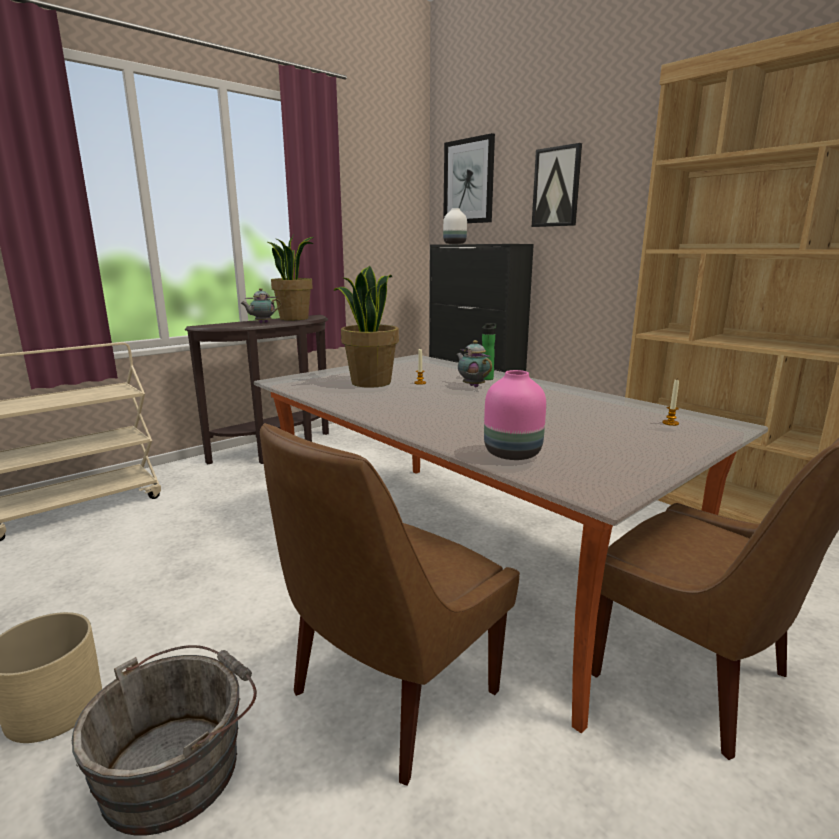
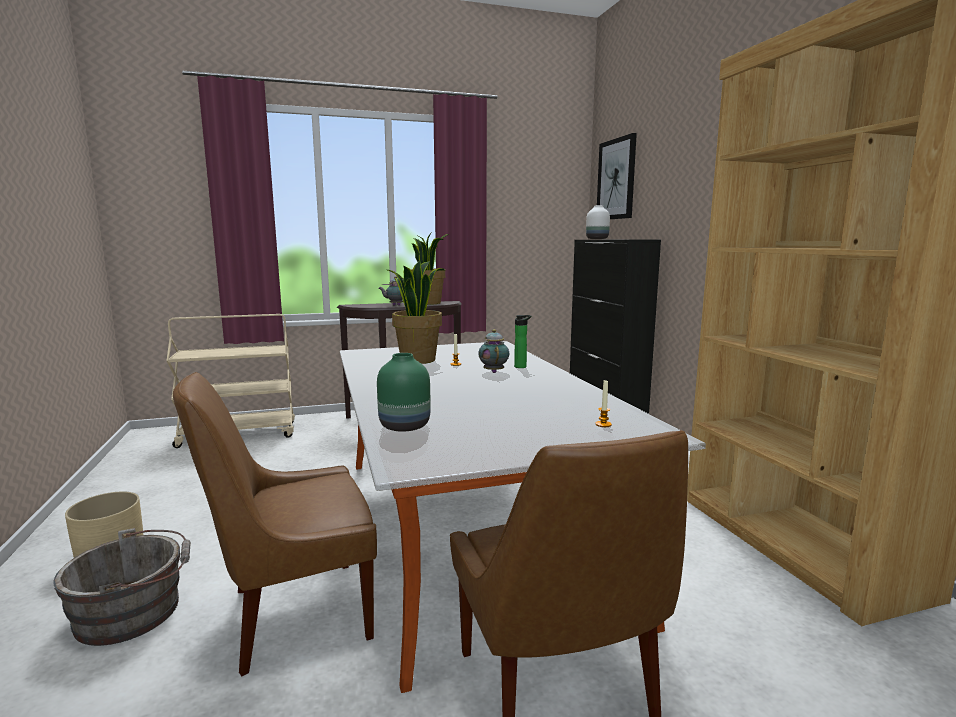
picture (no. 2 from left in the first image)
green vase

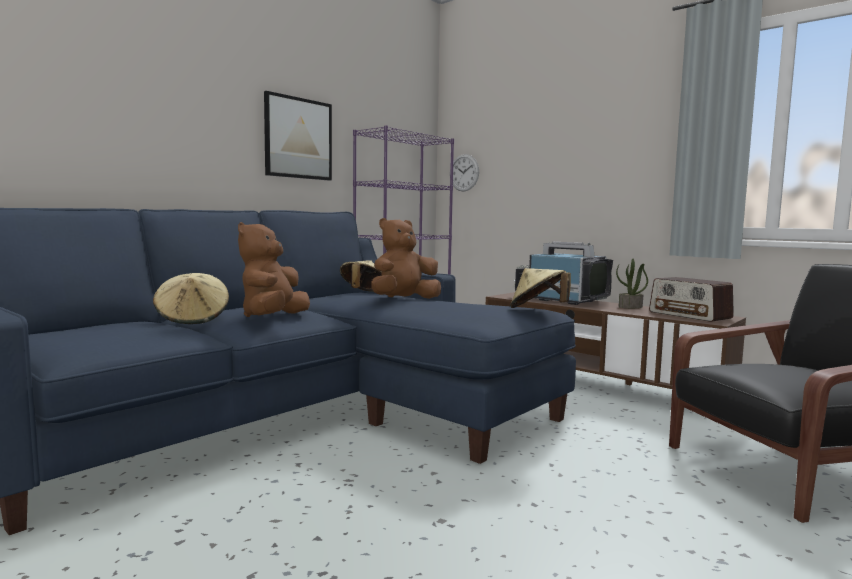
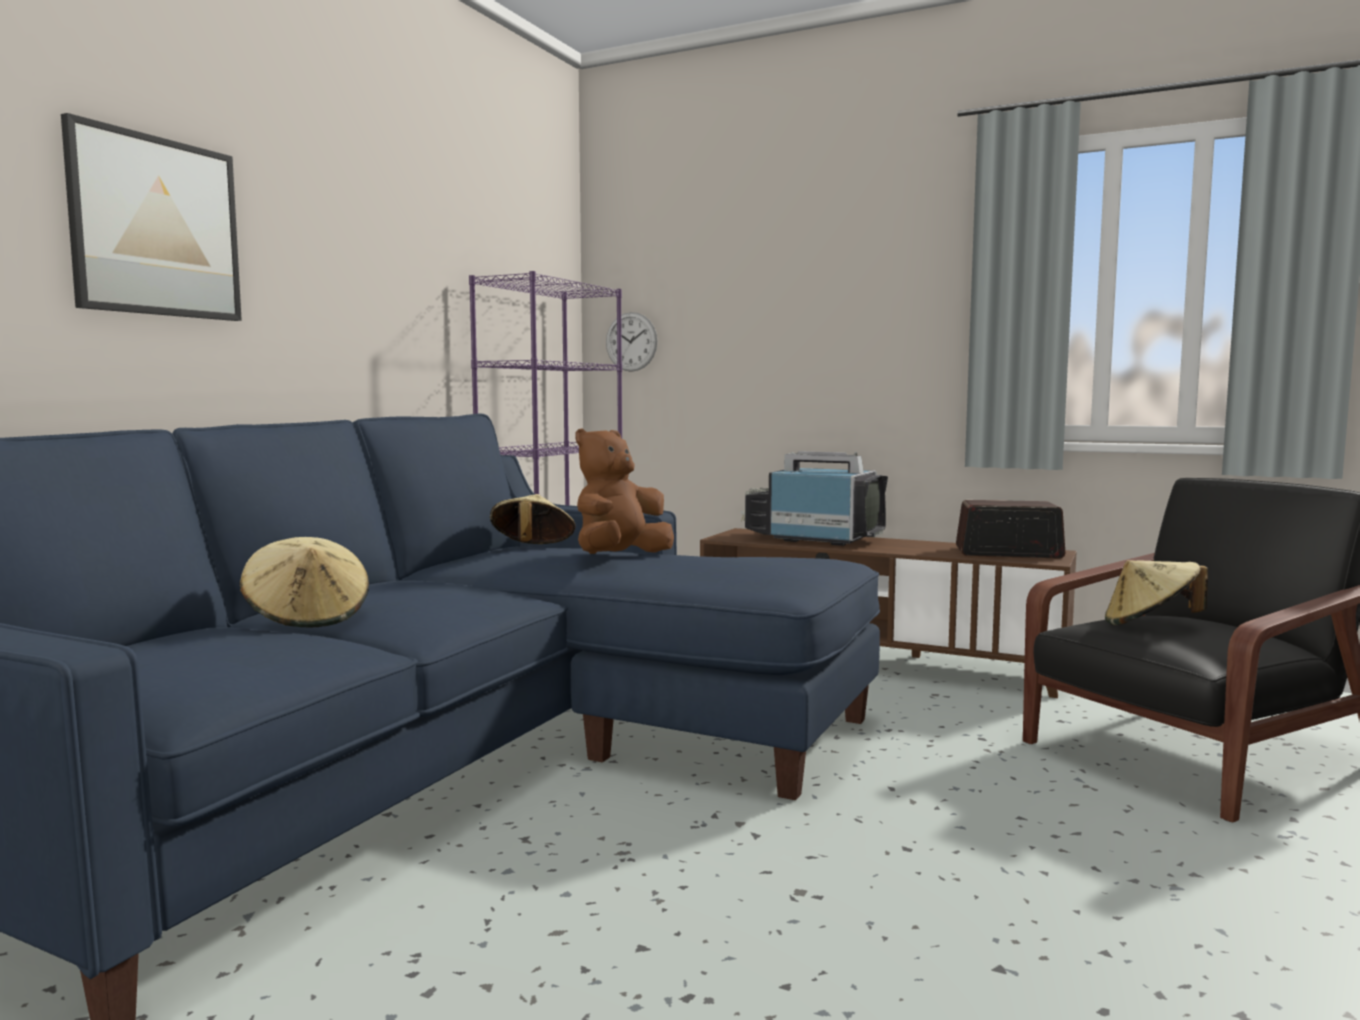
picture
brownish plush toy (no. 1 from left in the first image)
potted plant
beige-coloured wearable hat (no. 3 from left)
radio

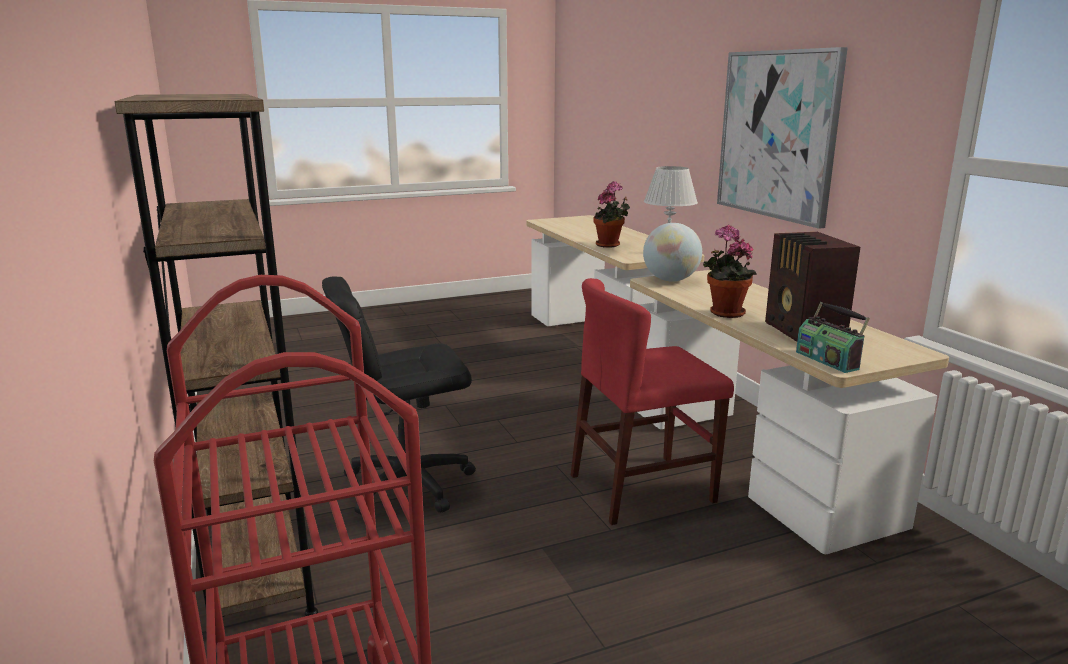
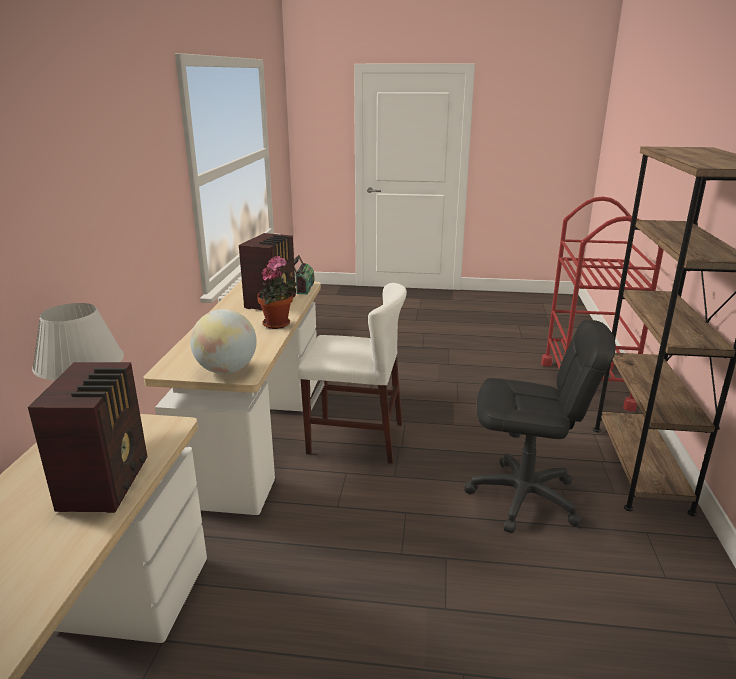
picture
radio (no. 1 from left)
whitish upright chair

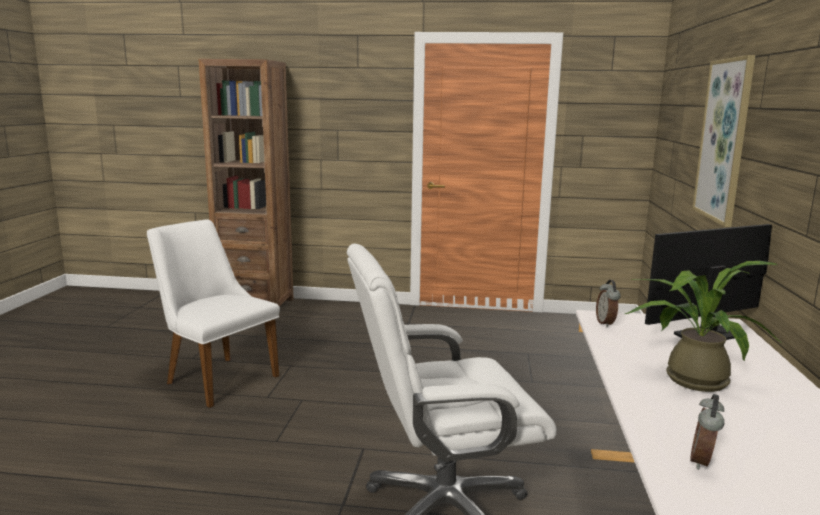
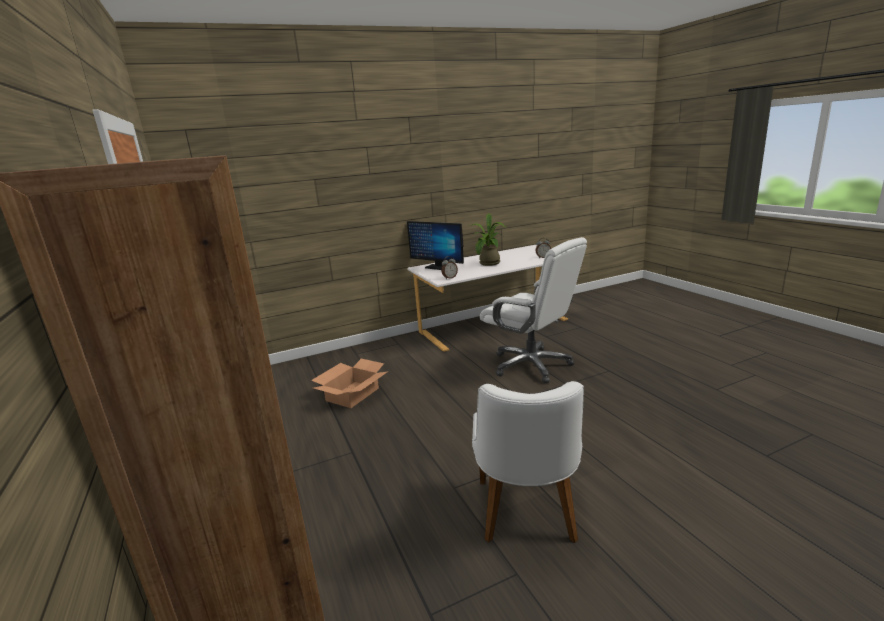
picture
cardboard box

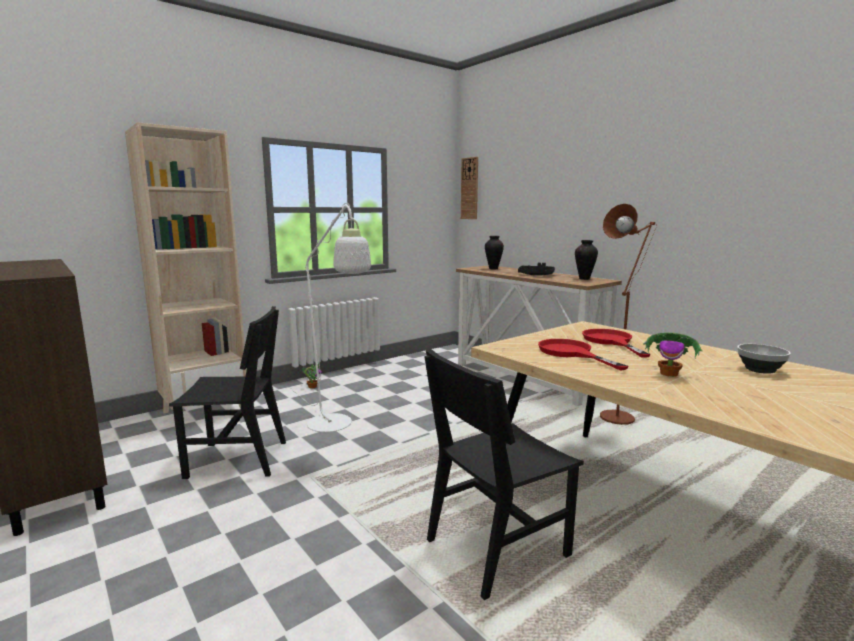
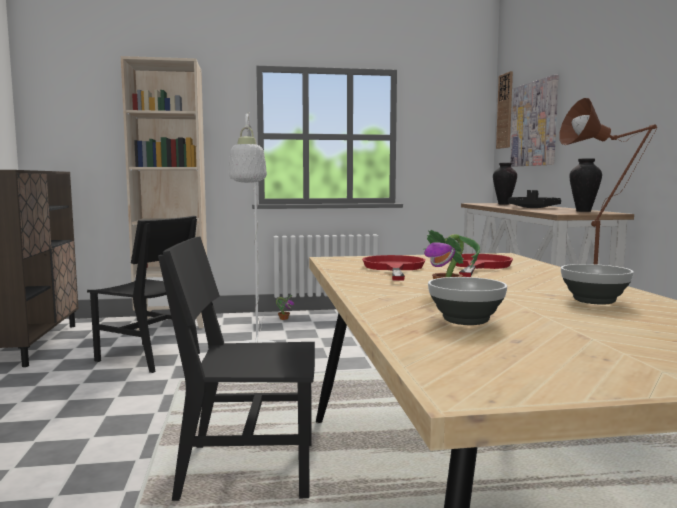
picture
bowl (no. 1 from left)

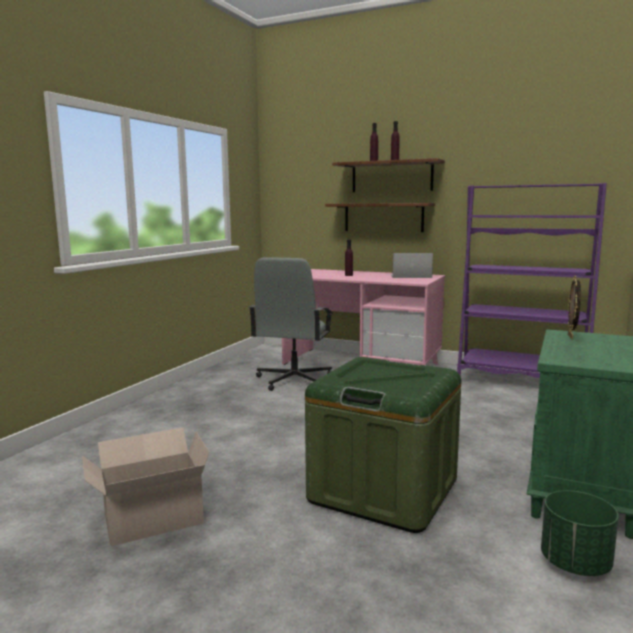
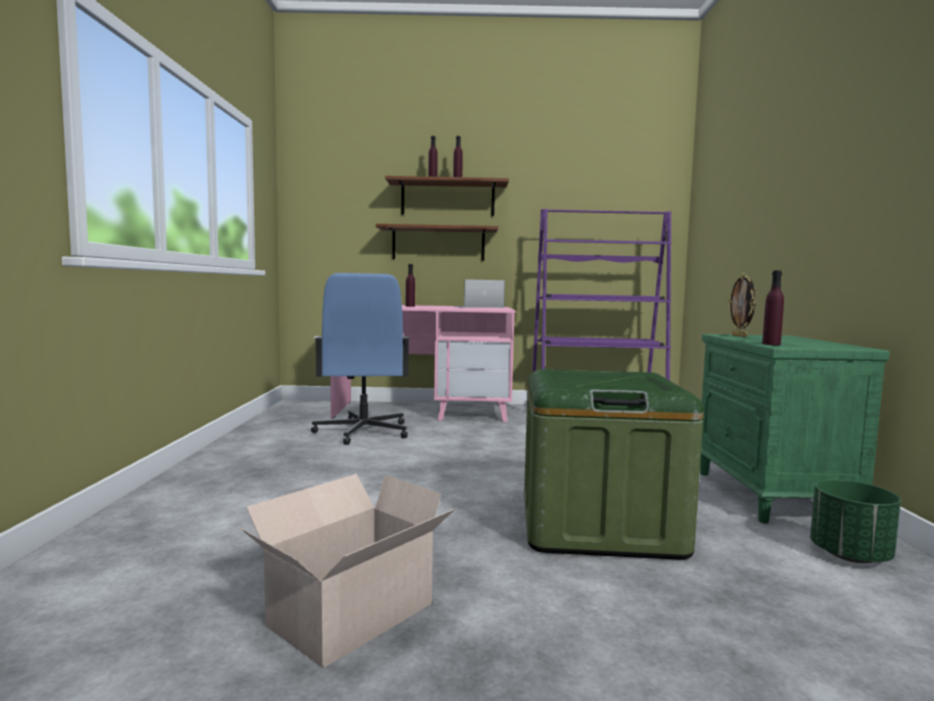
blue-coloured computer chair
purplish beverage bottle (no. 4 from left)

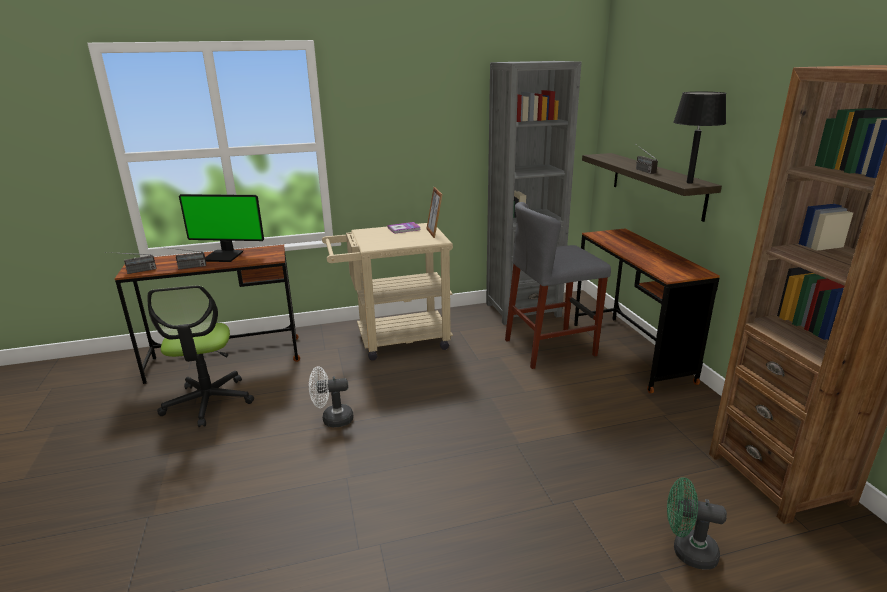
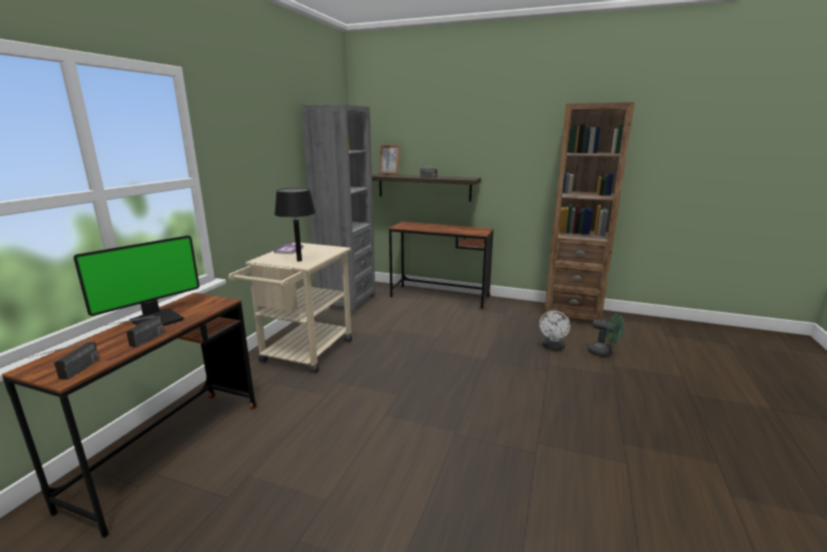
black-coloured lamp for a table
standing frame
grey stool
computer chair
whitish electric fan
green electric fan

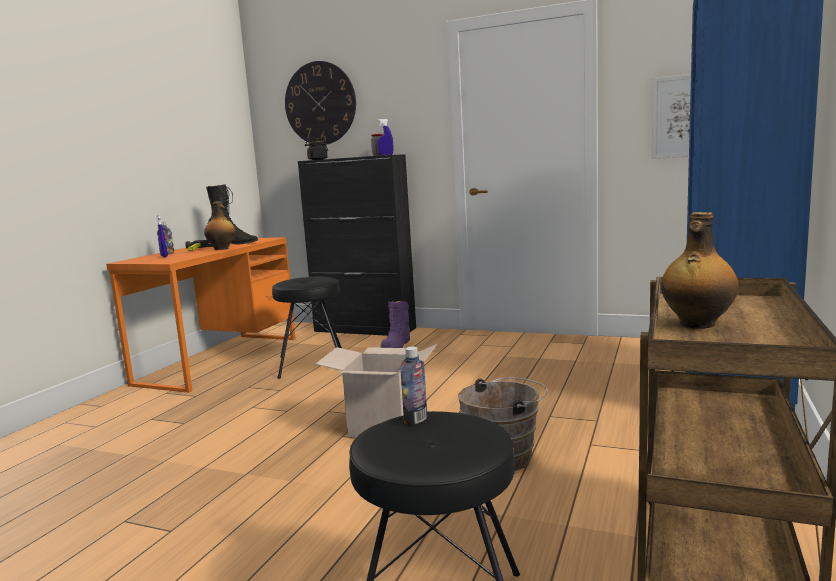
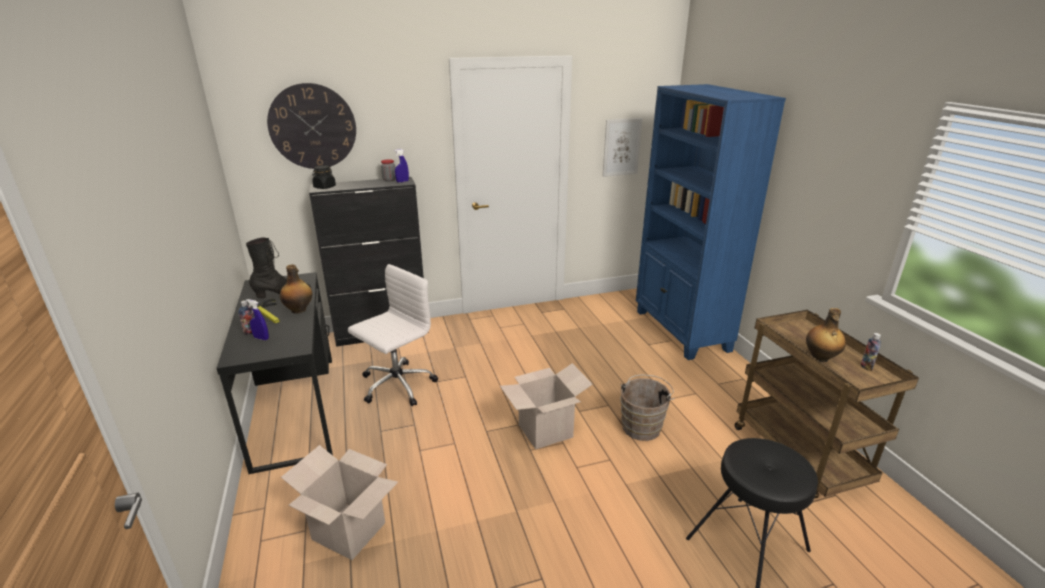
black-coloured desk unit
whitish computer chair
purplish boot
beverage bottle (no. 4 from left)
cardboard box (no. 1 from left)

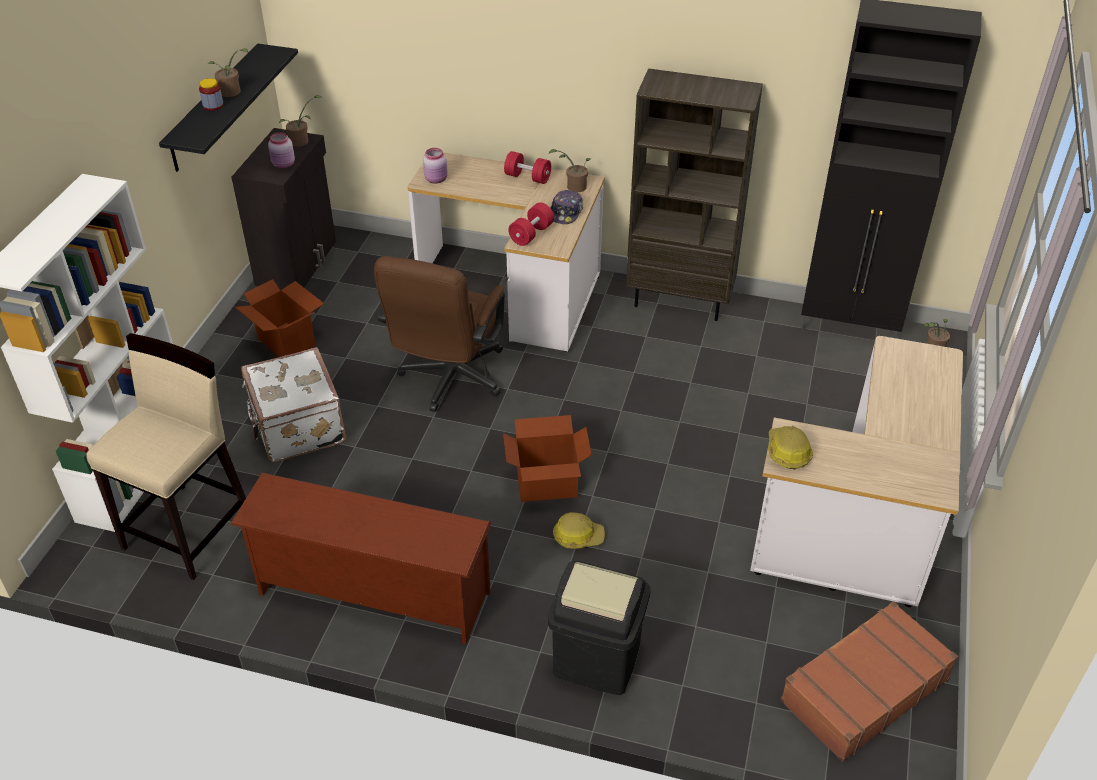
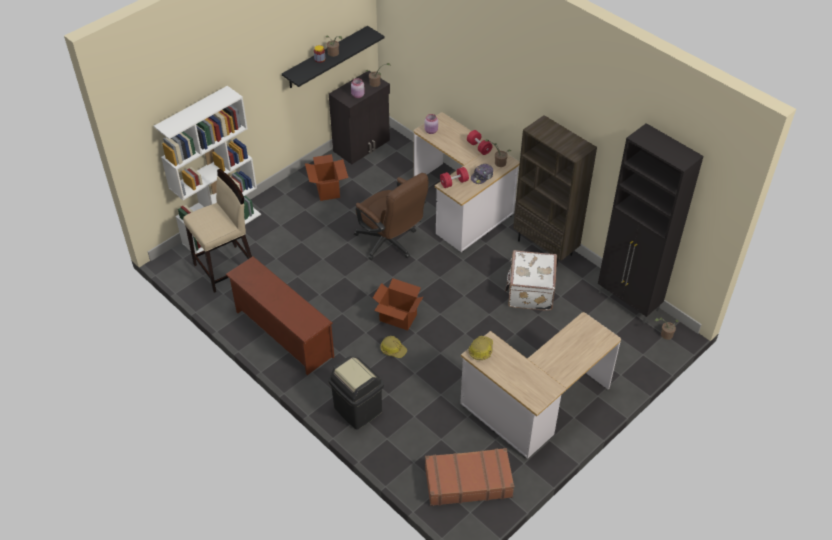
brownish computer chair
whitish suitcase

